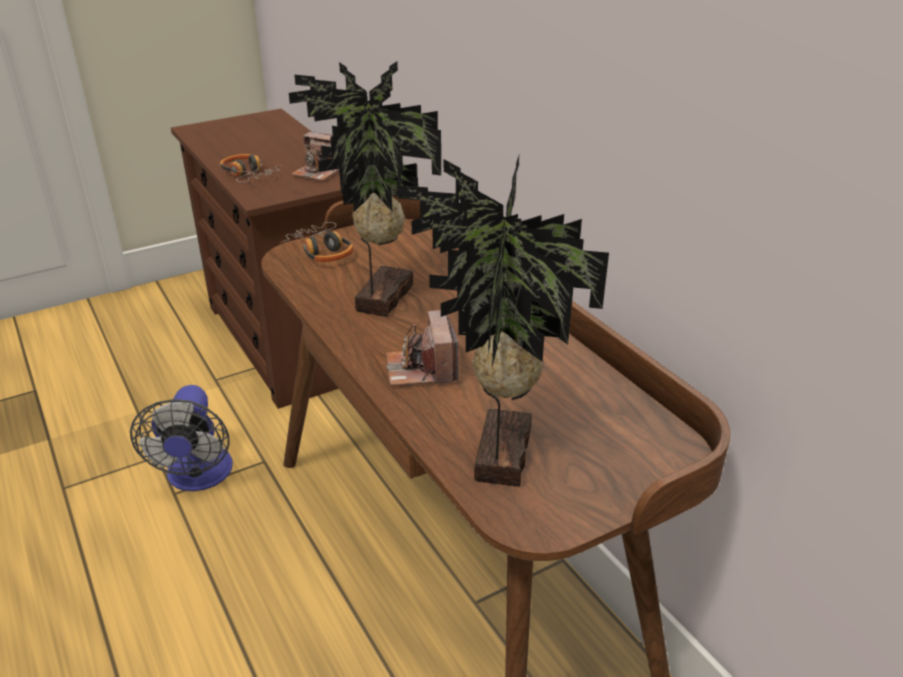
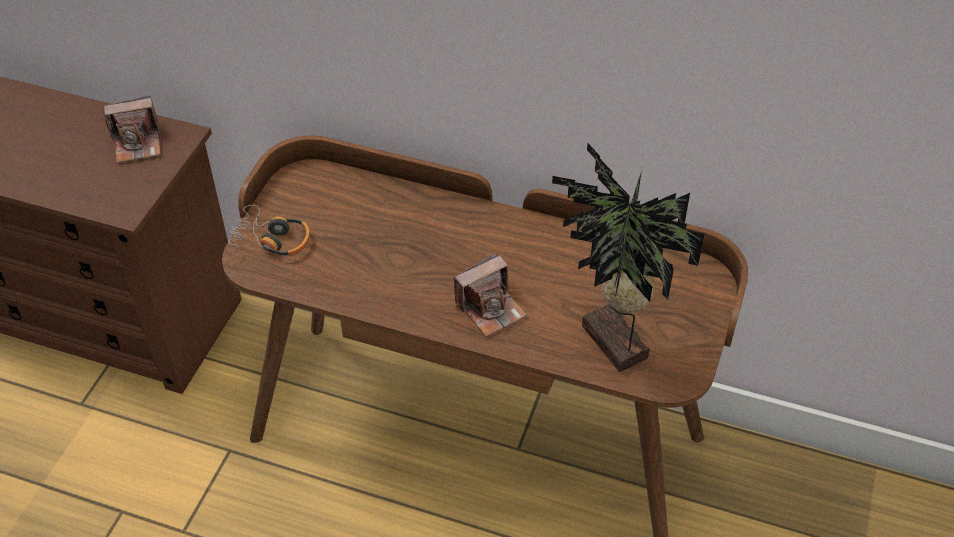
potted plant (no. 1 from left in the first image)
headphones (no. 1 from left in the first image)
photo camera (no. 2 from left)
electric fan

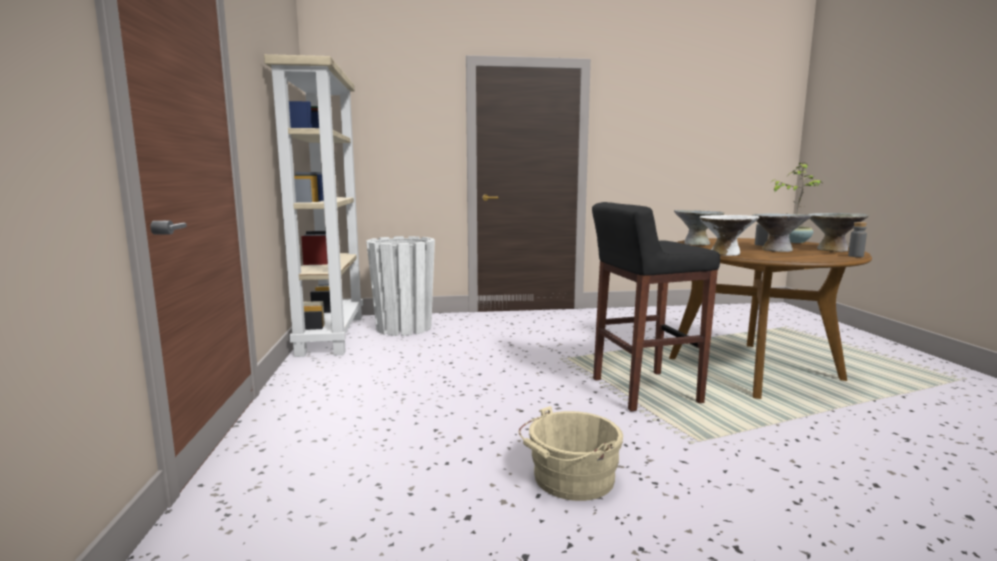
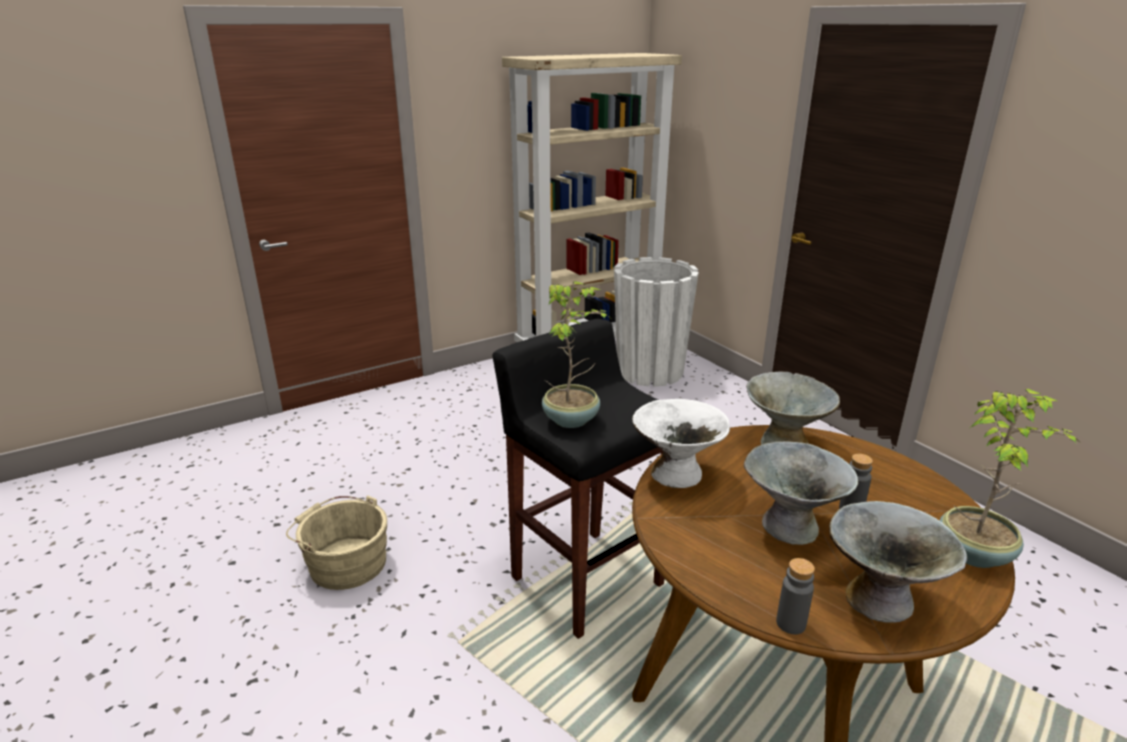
potted plant (no. 1 from left)

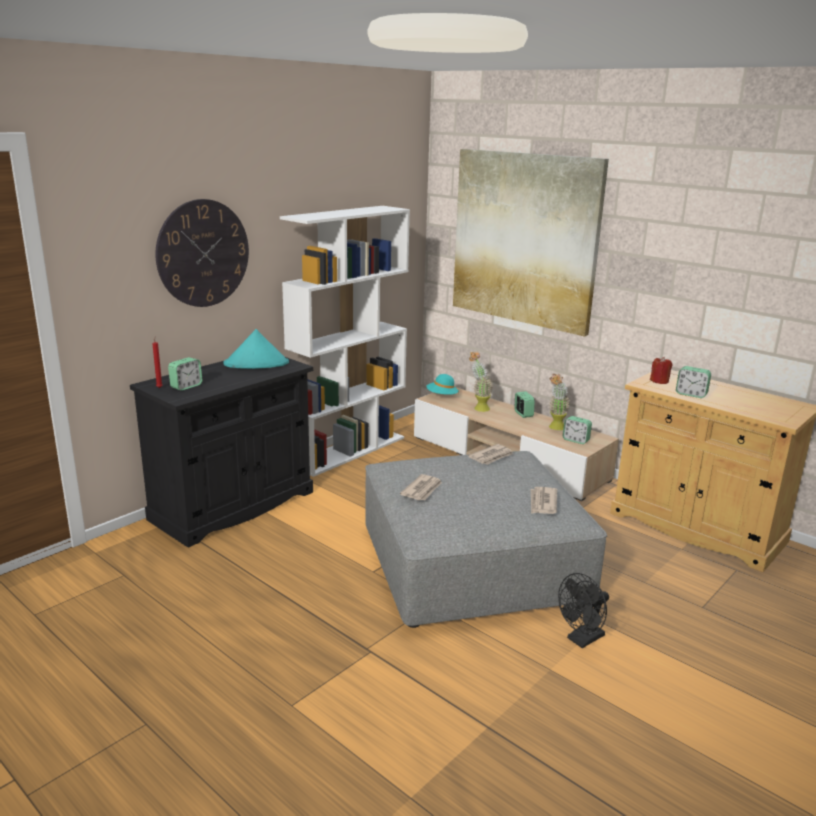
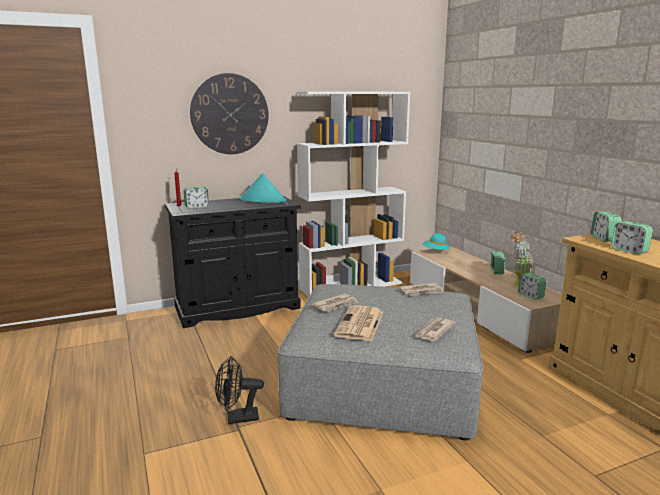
picture
potted plant (no. 1 from left in the first image)
table clock (no. 4 from left)
black-coloured electric fan
printed paper (no. 2 from left)

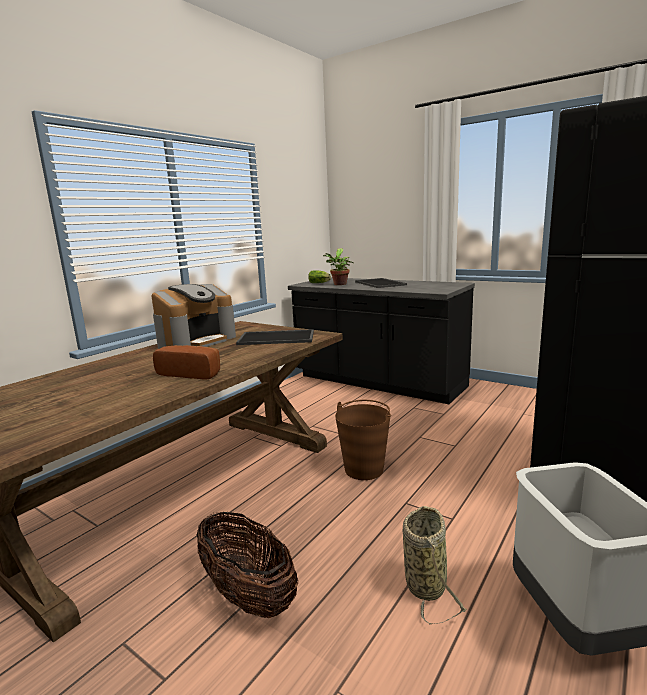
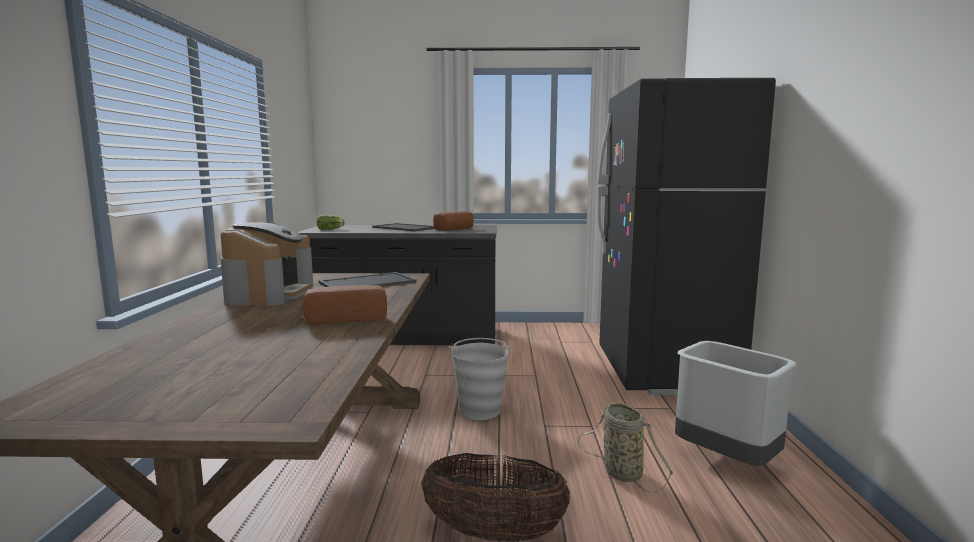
potted plant
grey bucket
bakery bread (no. 2 from left)

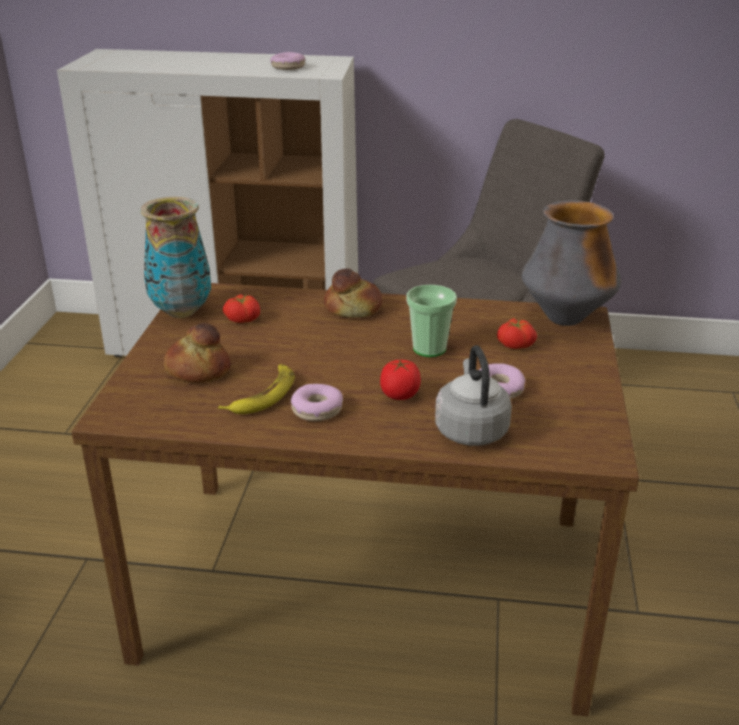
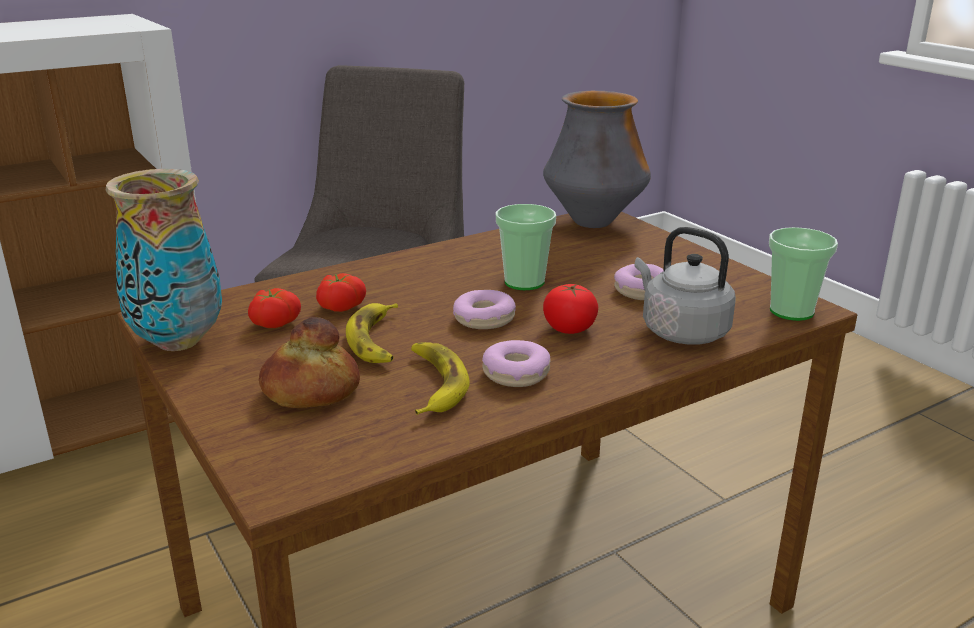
donut (no. 1 from left)
bakery bread (no. 2 from left in the first image)
fresh tomato (no. 2 from left)
small cup (no. 2 from left)
banana (no. 1 from left)

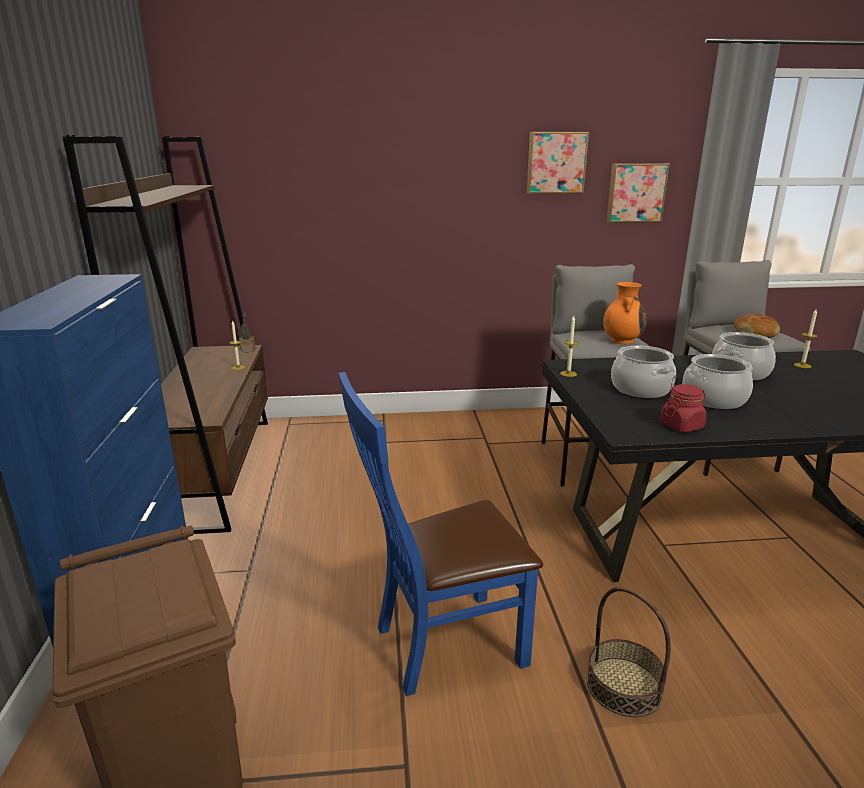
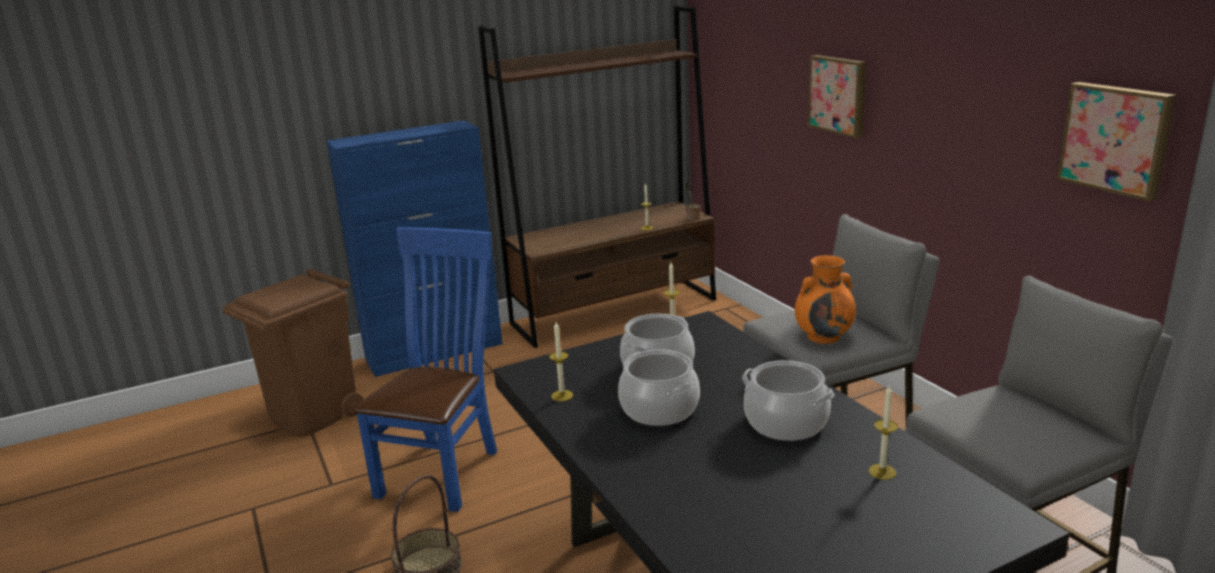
picture (no. 1 from left)
bakery bread
blue-coloured upright chair
wax light (no. 1 from left)

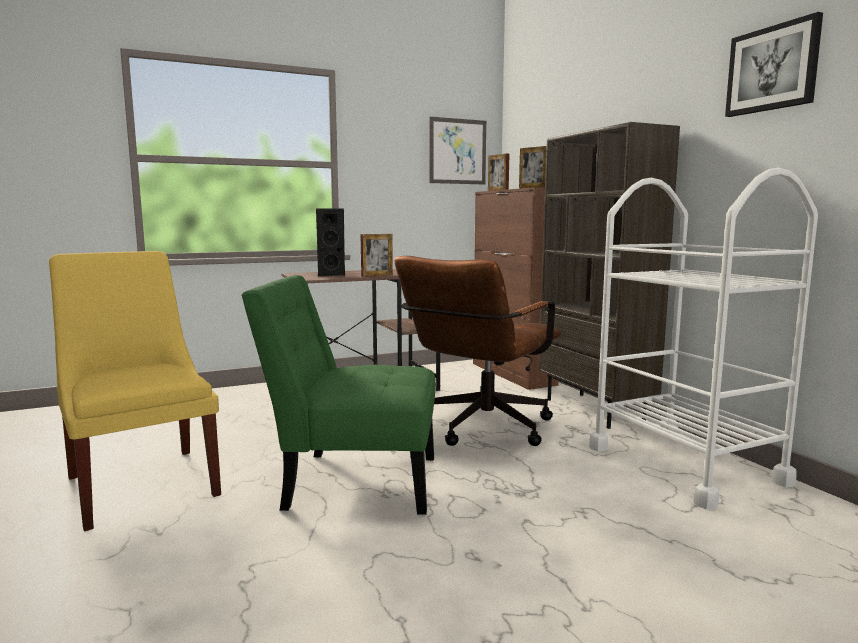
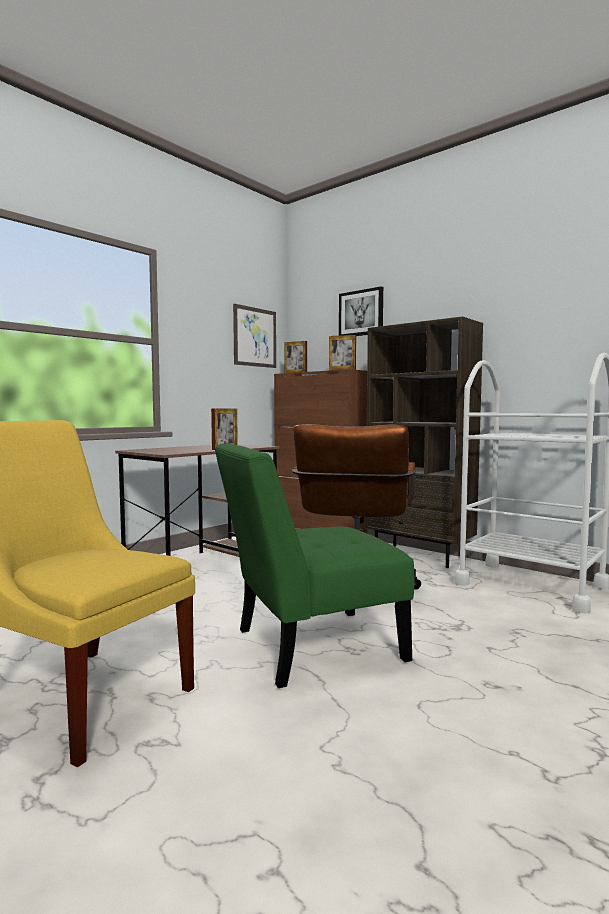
picture (no. 2 from left)
black-coloured audio speaker

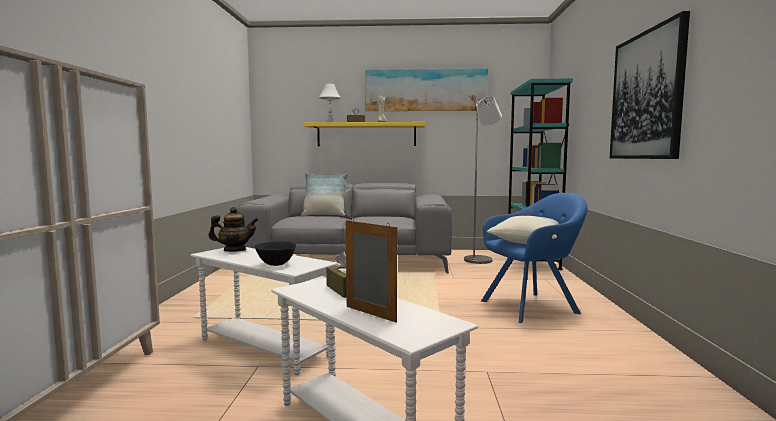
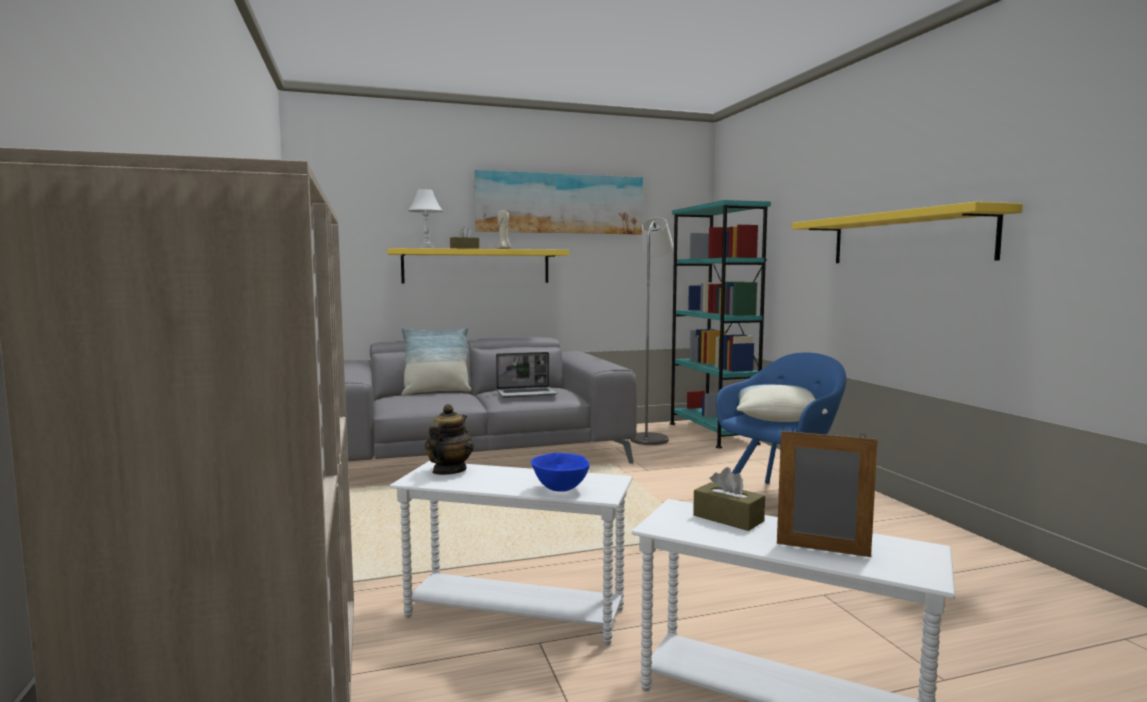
yellow bracket shelf (no. 2 from left)
tea pot
blue-coloured bowl
portable computer

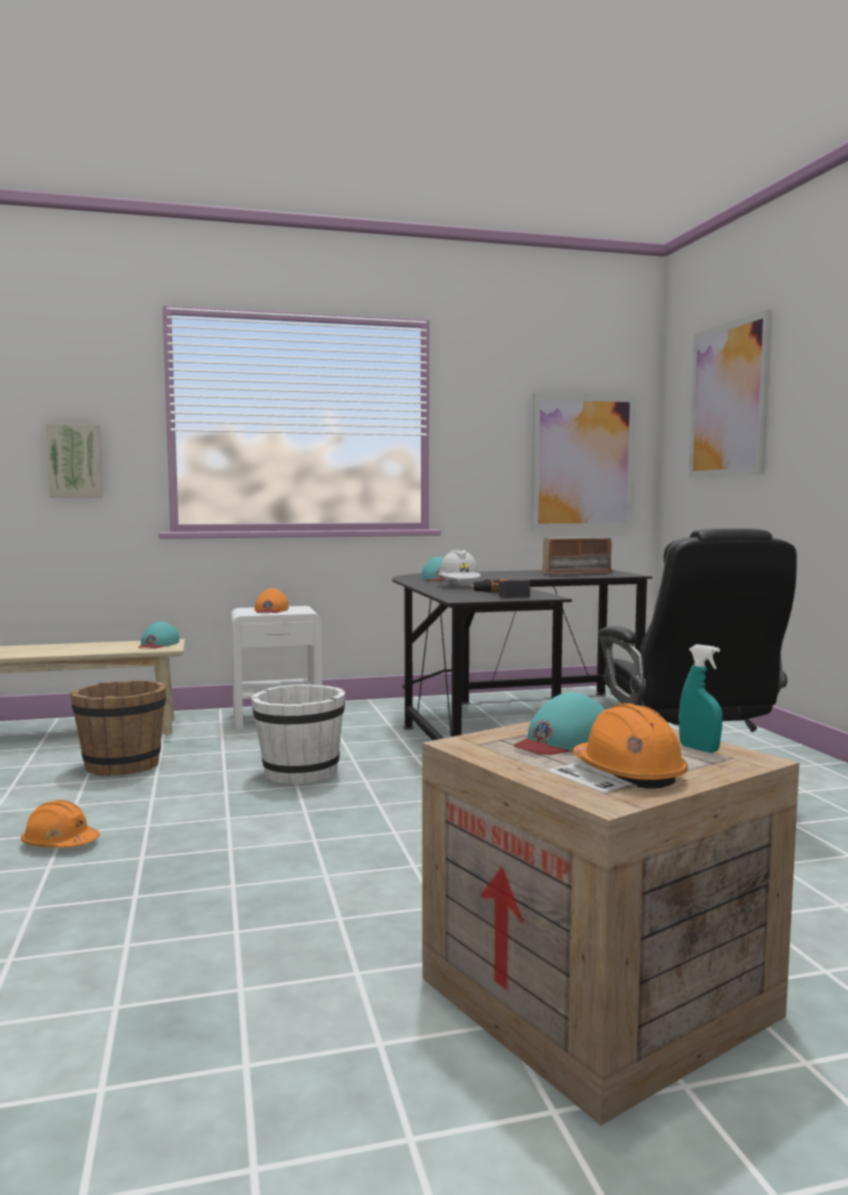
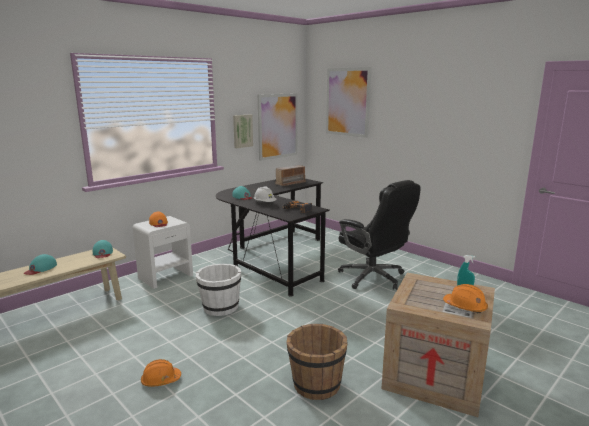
picture (no. 1 from left)
brownish bucket
blue-green peaked cap (no. 1 from left)

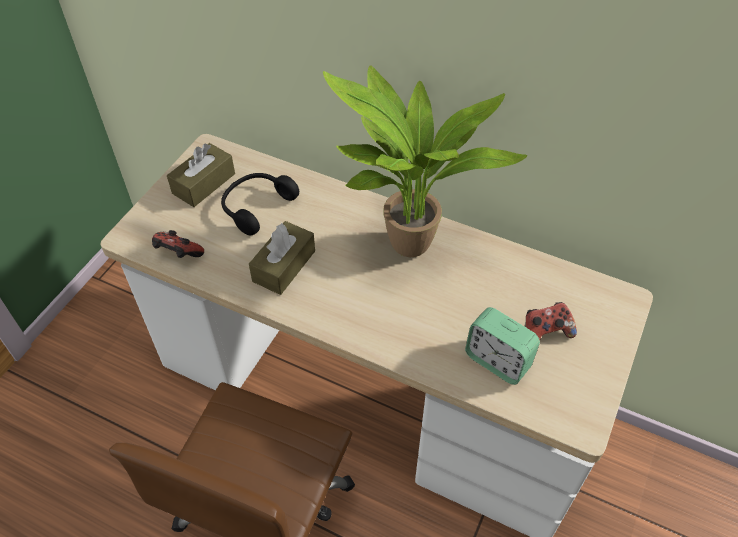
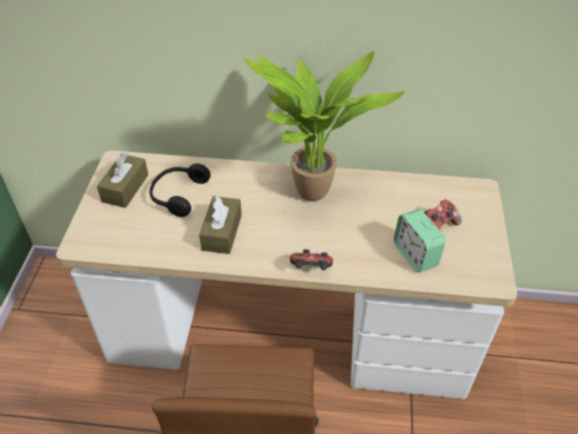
game controller (no. 1 from left)
table clock

